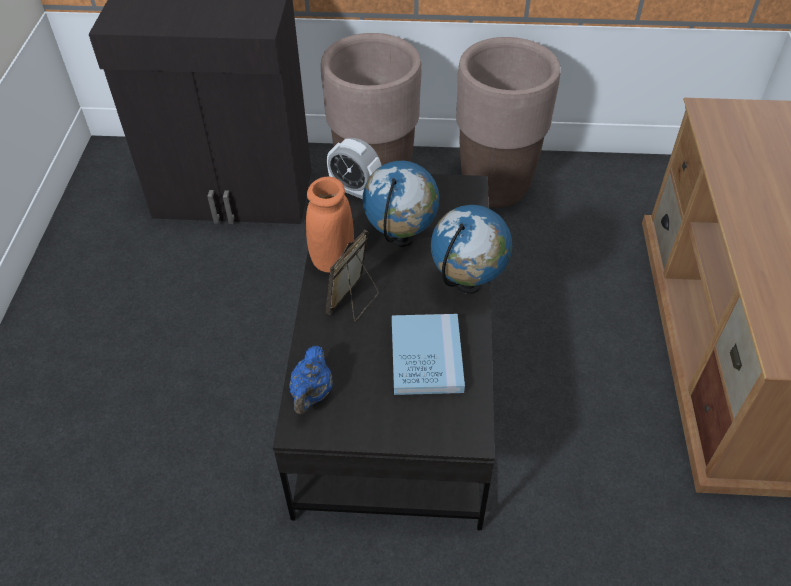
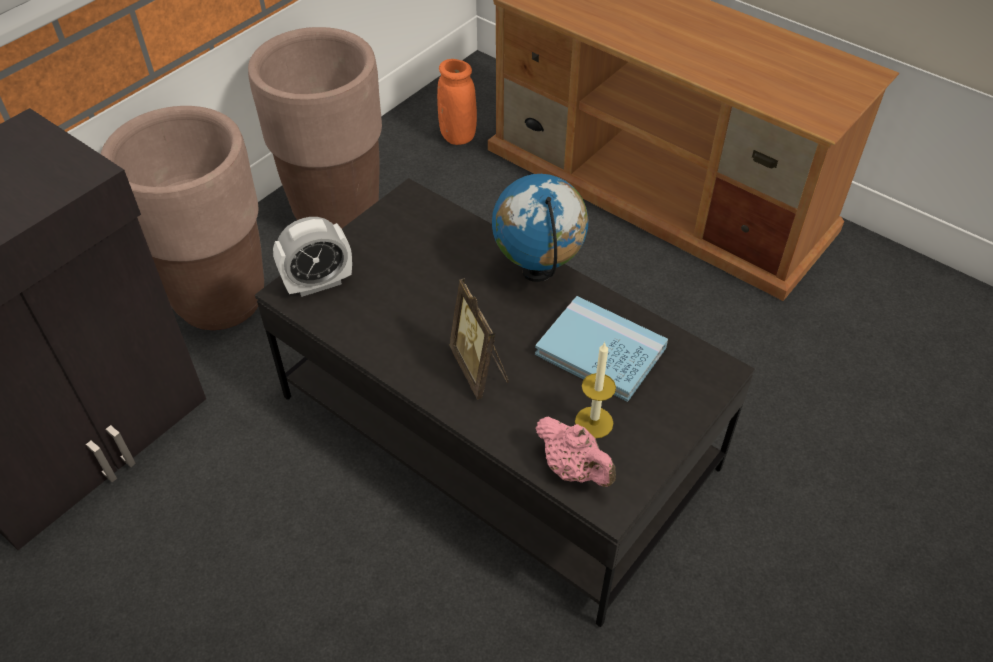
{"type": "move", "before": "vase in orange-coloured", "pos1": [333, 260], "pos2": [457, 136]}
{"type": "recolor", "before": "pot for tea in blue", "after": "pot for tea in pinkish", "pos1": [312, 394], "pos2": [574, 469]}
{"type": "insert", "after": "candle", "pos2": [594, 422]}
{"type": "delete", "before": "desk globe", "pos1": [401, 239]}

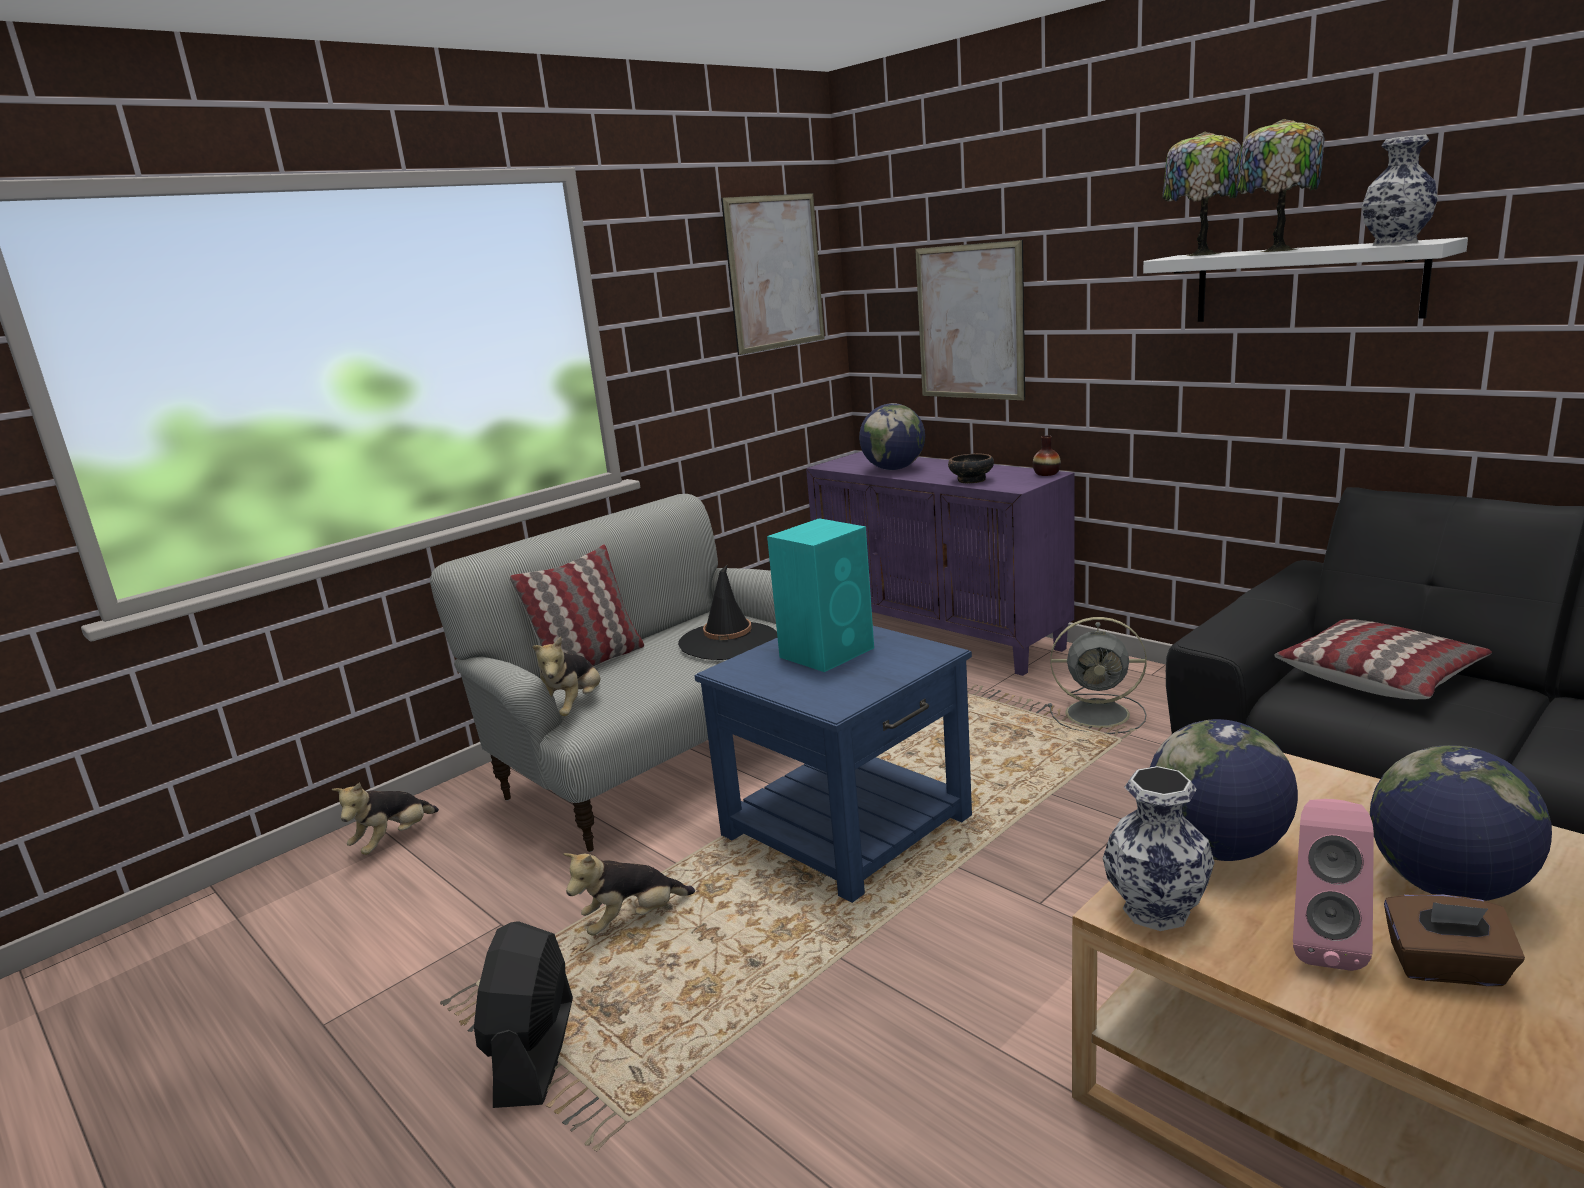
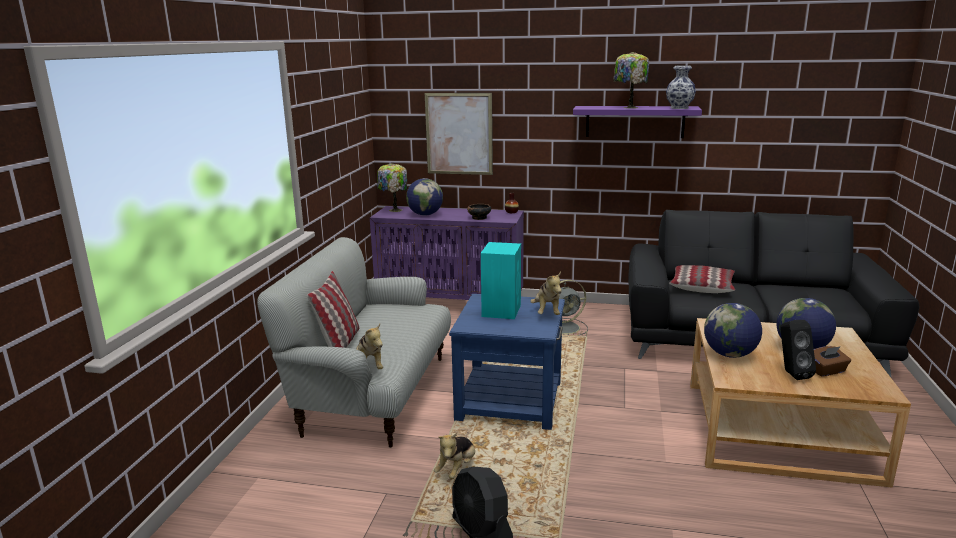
{"type": "move", "before": "table lamp", "pos1": [1199, 254], "pos2": [394, 210]}
{"type": "move", "before": "plush toy", "pos1": [393, 840], "pos2": [547, 312]}
{"type": "recolor", "before": "wall shelf in white", "after": "wall shelf in purple-coloured", "pos1": [1306, 283], "pos2": [634, 121]}
{"type": "recolor", "before": "speaker in pinkish", "after": "speaker in blackish", "pos1": [1323, 943], "pos2": [791, 374]}
{"type": "delete", "before": "hat in blackish", "pos1": [729, 642]}
{"type": "delete", "before": "wall picture", "pos1": [775, 272]}
{"type": "delete", "before": "vase", "pos1": [1157, 909]}

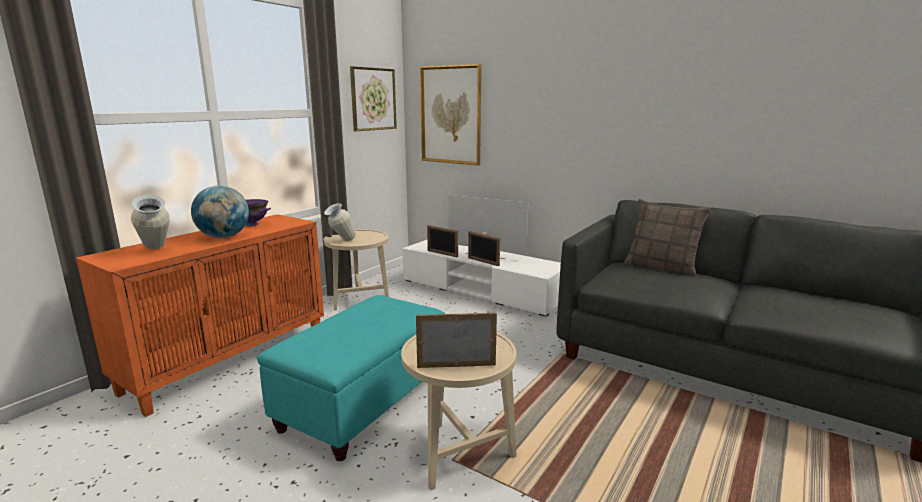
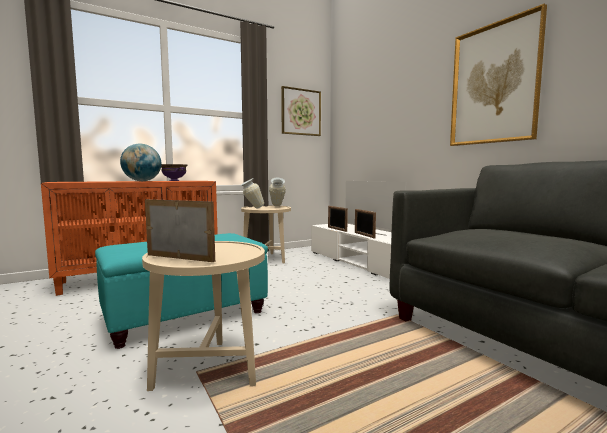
{"type": "move", "before": "vase", "pos1": [156, 251], "pos2": [277, 206]}
{"type": "move", "before": "wall picture", "pos1": [451, 115], "pos2": [494, 84]}
{"type": "delete", "before": "cushion", "pos1": [662, 267]}

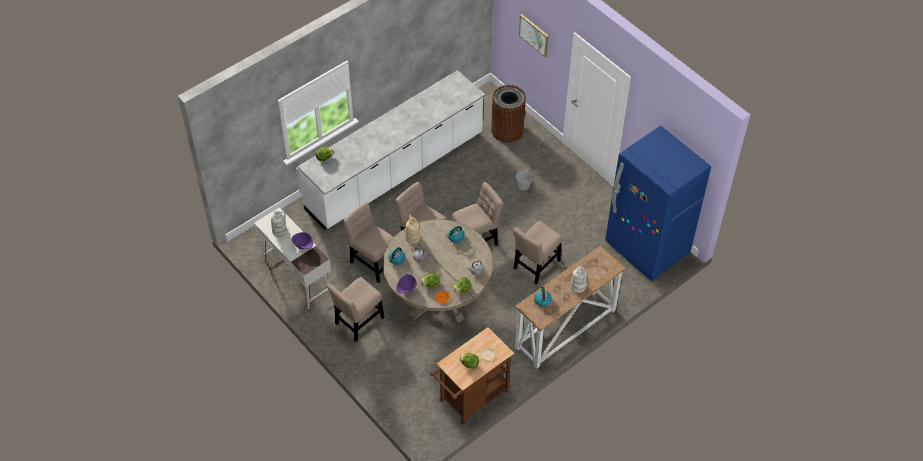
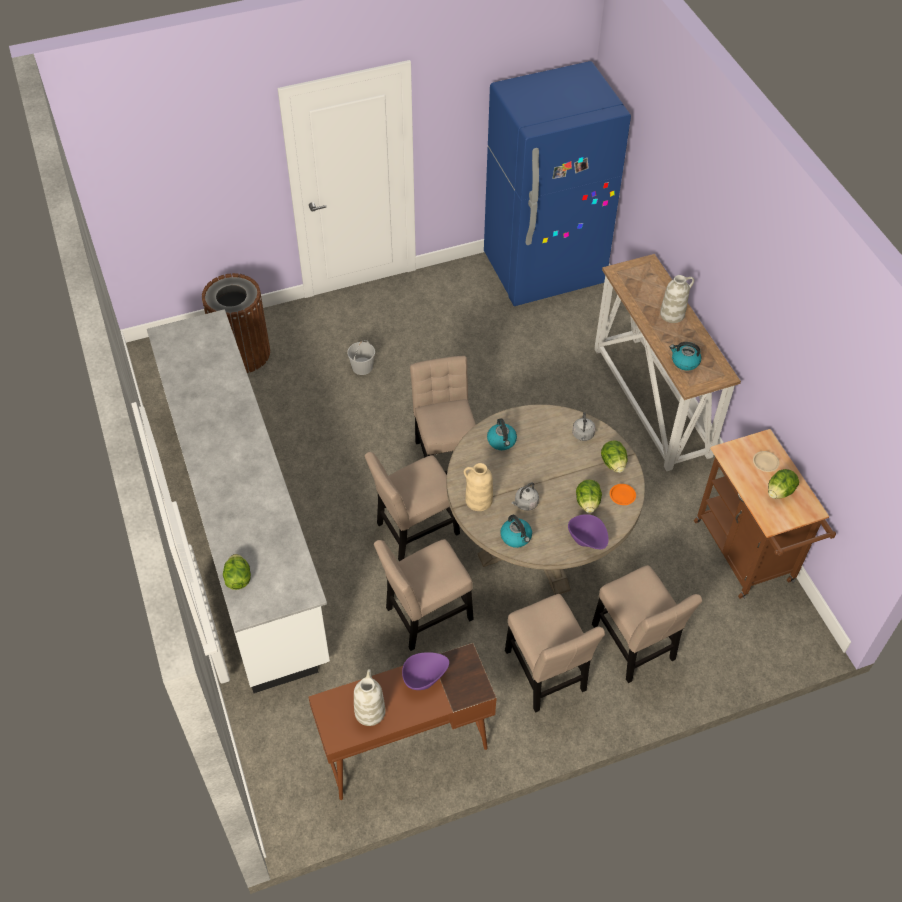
{"type": "recolor", "before": "desk unit in white", "after": "desk unit in brown", "pos1": [296, 276], "pos2": [404, 748]}
{"type": "move", "before": "chair in beige", "pos1": [535, 266], "pos2": [635, 646]}
{"type": "delete", "before": "wall picture", "pos1": [534, 35]}

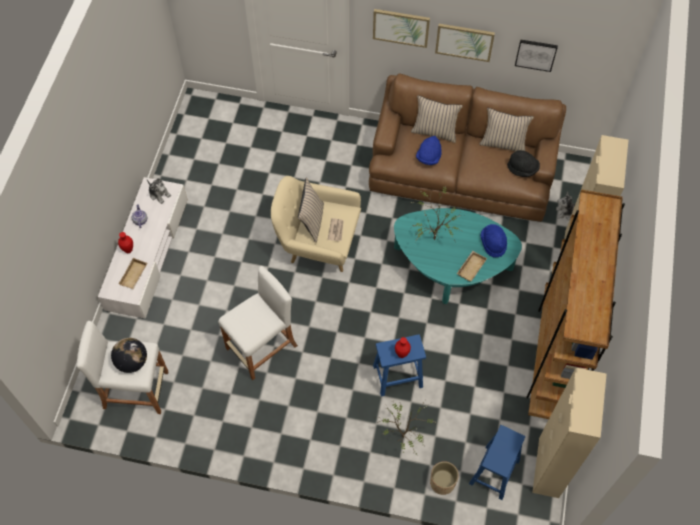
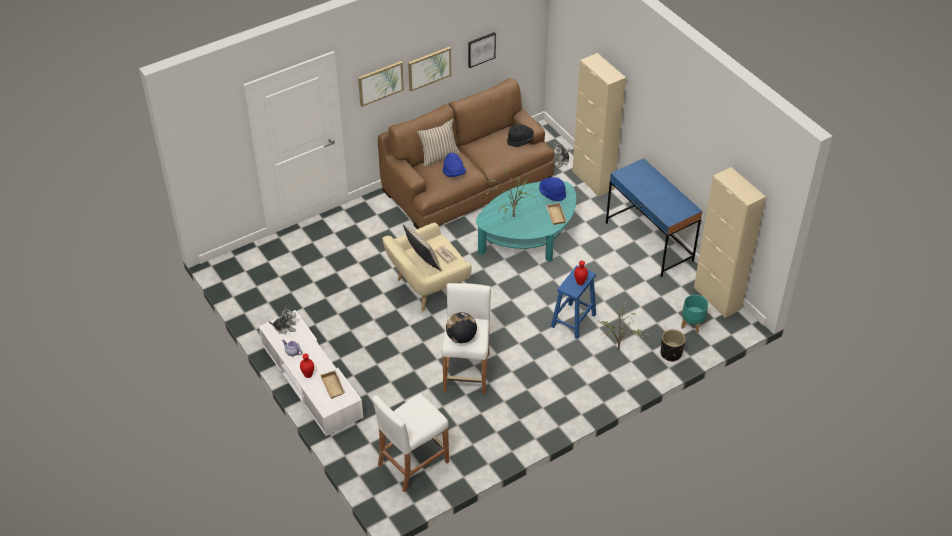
{"type": "move", "before": "desk globe", "pos1": [132, 362], "pos2": [461, 338]}
{"type": "replace", "before": "bookcase in brown", "after": "desk unit in blue", "pos1": [552, 357], "pos2": [649, 242]}
{"type": "recolor", "before": "flower pot in beige", "after": "flower pot in blackish", "pos1": [442, 483], "pos2": [671, 354]}
{"type": "replace", "before": "stool seat in blue", "after": "flower pot in turquoise", "pos1": [494, 473], "pos2": [692, 325]}
{"type": "delete", "before": "cushion in beige", "pos1": [503, 143]}

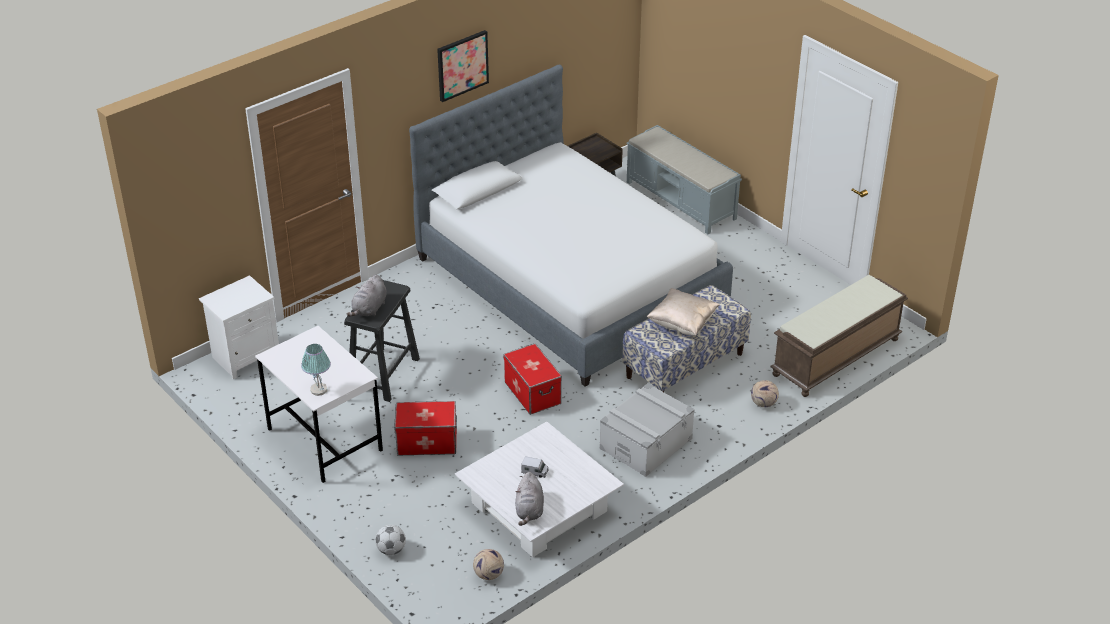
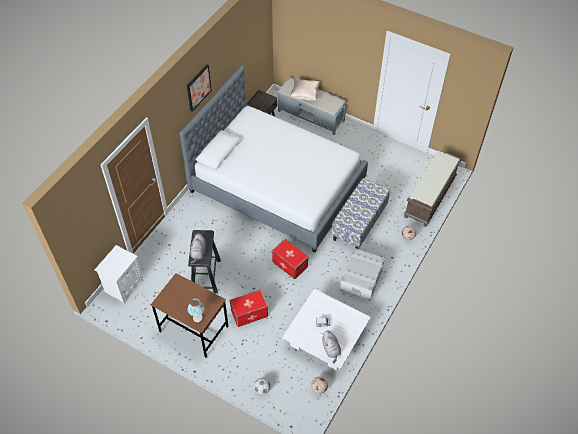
{"type": "recolor", "before": "desk unit in white", "after": "desk unit in brown", "pos1": [324, 440], "pos2": [193, 329]}
{"type": "move", "before": "cushion in beige", "pos1": [682, 324], "pos2": [304, 95]}

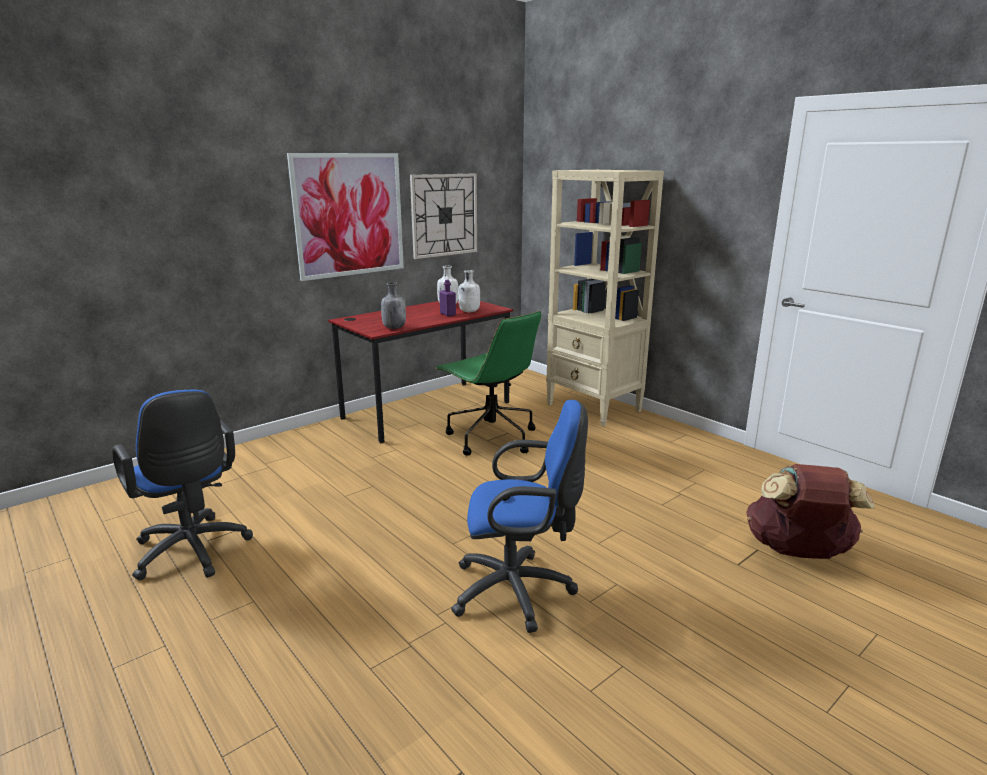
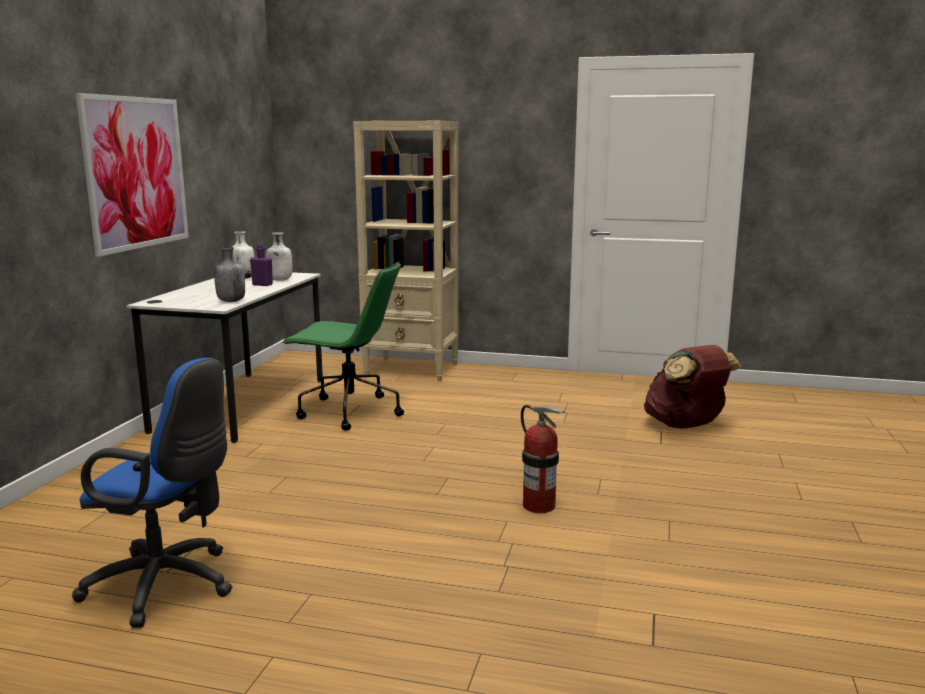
{"type": "recolor", "before": "desk unit in red-coloured", "after": "desk unit in white", "pos1": [427, 410], "pos2": [242, 404]}
{"type": "replace", "before": "computer chair in blue", "after": "fire-fighting cylinder", "pos1": [519, 591], "pos2": [539, 505]}
{"type": "delete", "before": "hanging clock", "pos1": [444, 215]}

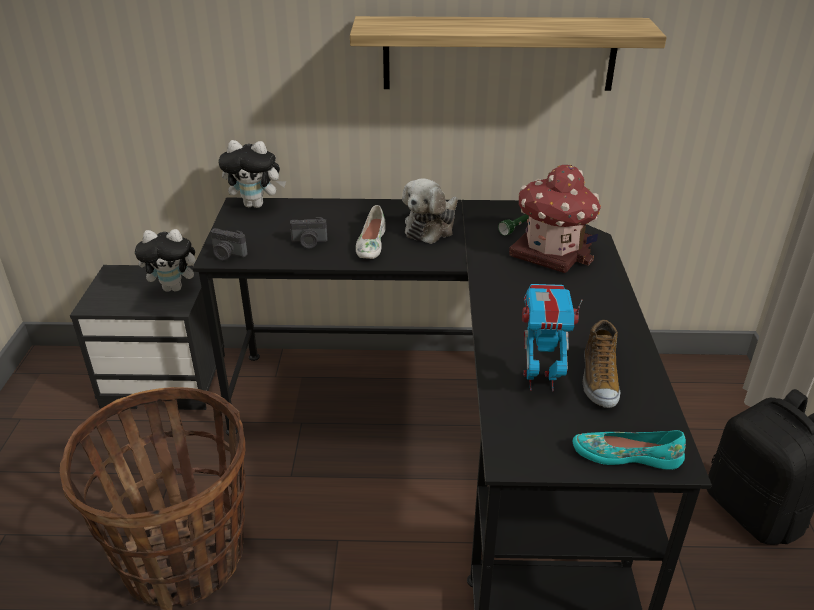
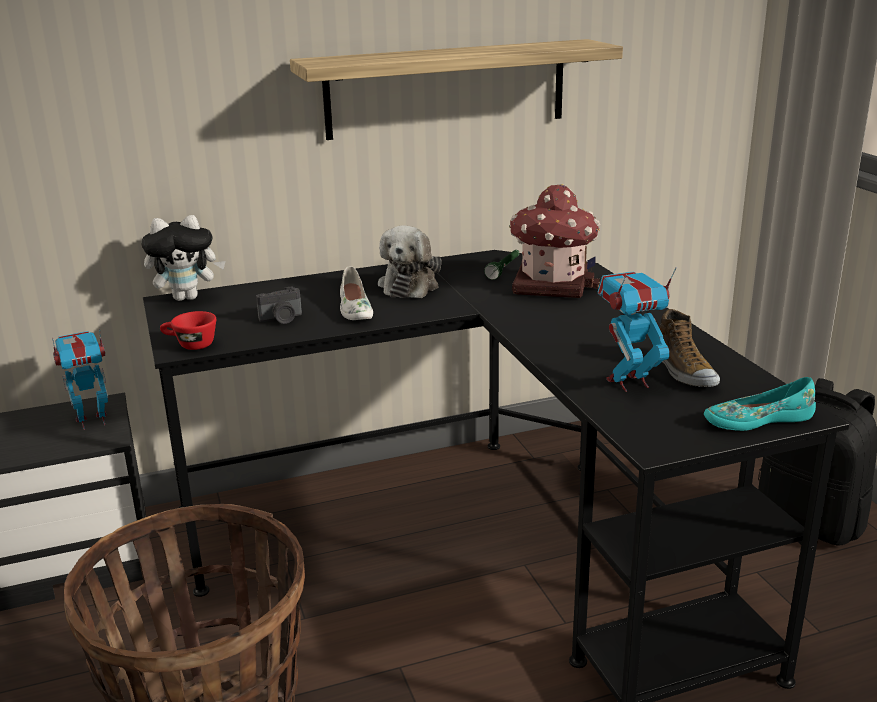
{"type": "replace", "before": "plush toy", "after": "model robot", "pos1": [175, 287], "pos2": [92, 421]}
{"type": "replace", "before": "photo camera", "after": "cup in red-coloured", "pos1": [227, 255], "pos2": [190, 345]}

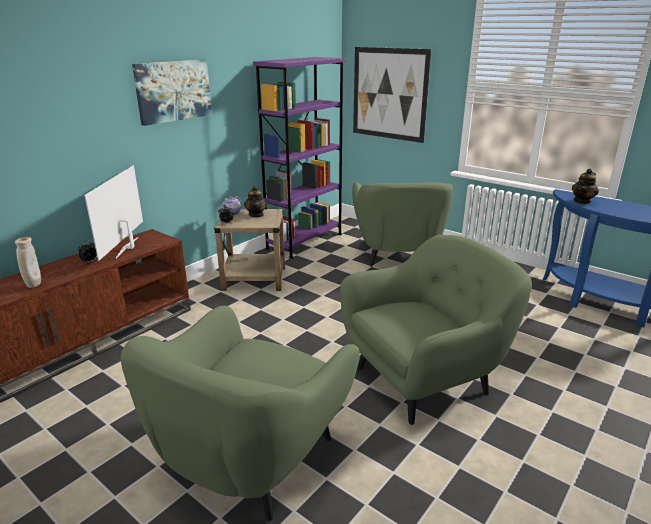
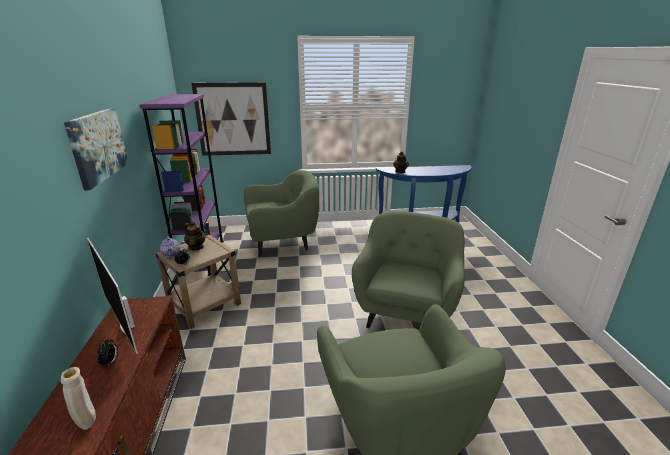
{"type": "rotate", "before": "easy chair in greenish", "pos1": [397, 254], "pos2": [282, 241], "turn": -60}

